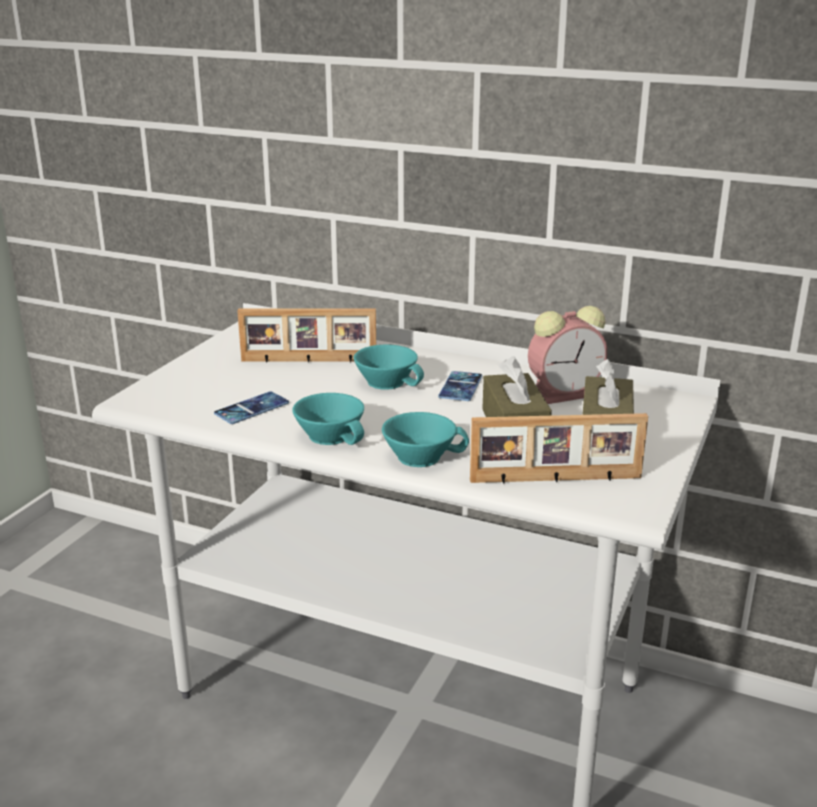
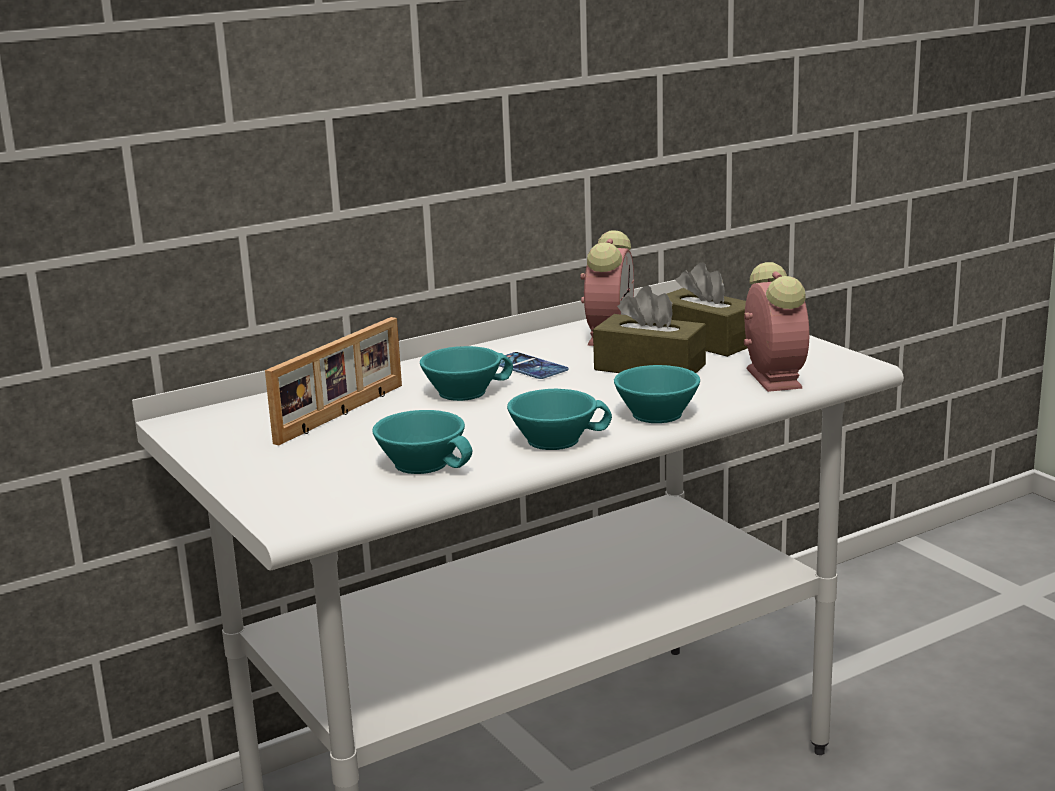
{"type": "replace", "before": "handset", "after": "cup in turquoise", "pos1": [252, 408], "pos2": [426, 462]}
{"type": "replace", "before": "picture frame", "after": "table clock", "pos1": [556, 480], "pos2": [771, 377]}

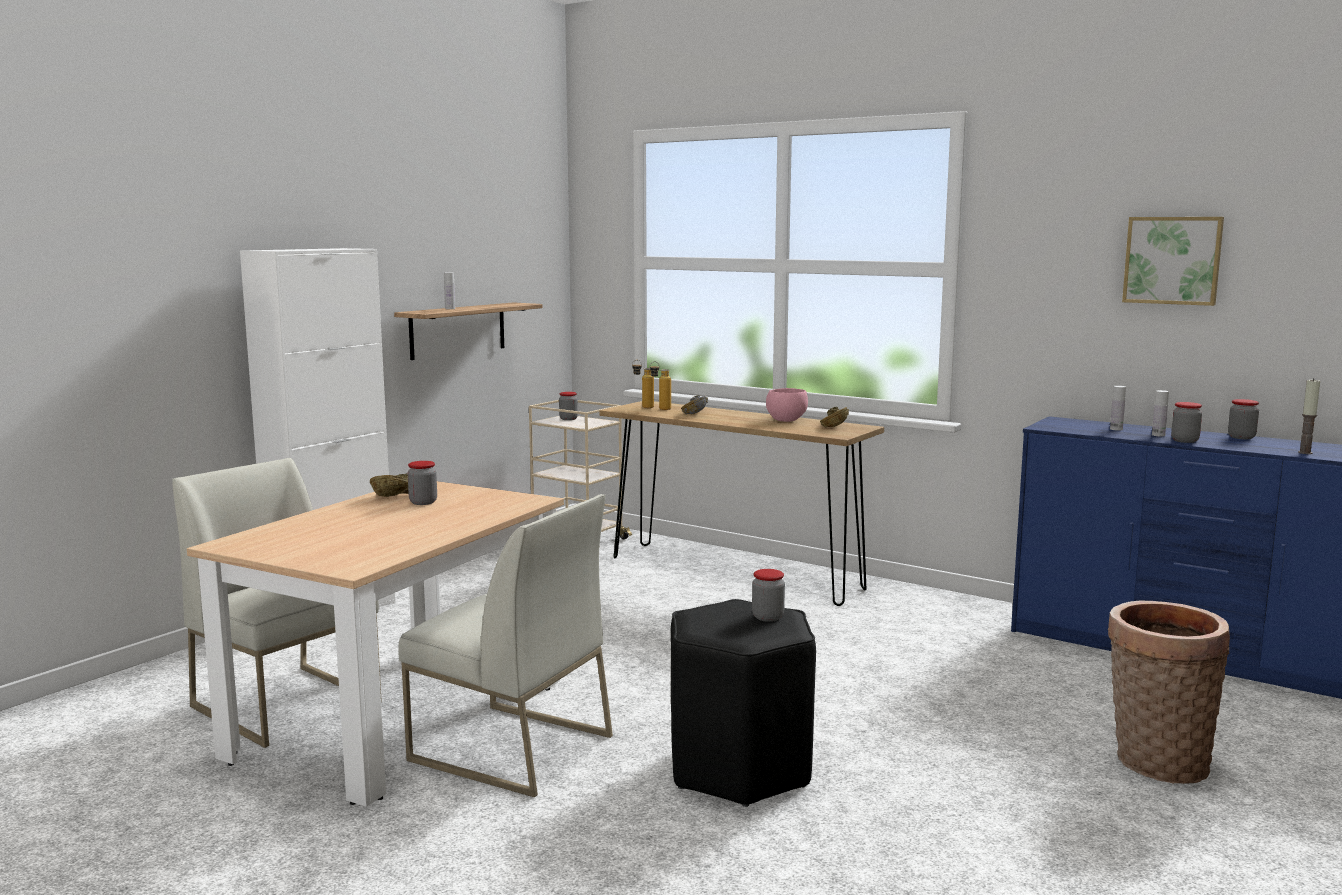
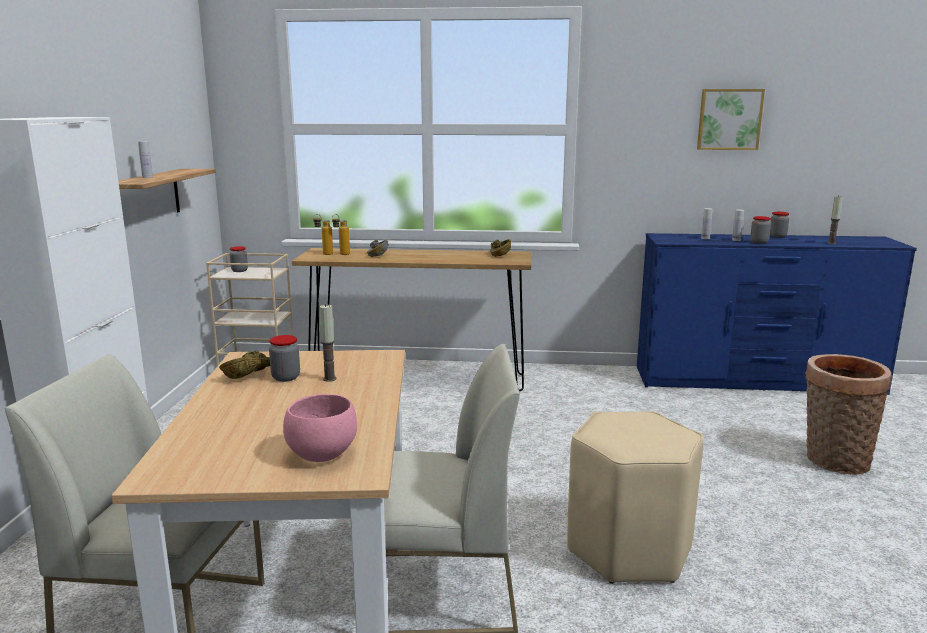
{"type": "move", "before": "deep dish in pinkish", "pos1": [785, 420], "pos2": [320, 455]}
{"type": "insert", "after": "candle", "pos2": [329, 379]}
{"type": "recolor", "before": "stool seat in blackish", "after": "stool seat in beige", "pos1": [738, 770], "pos2": [629, 551]}
{"type": "delete", "before": "preserve jar", "pos1": [767, 617]}

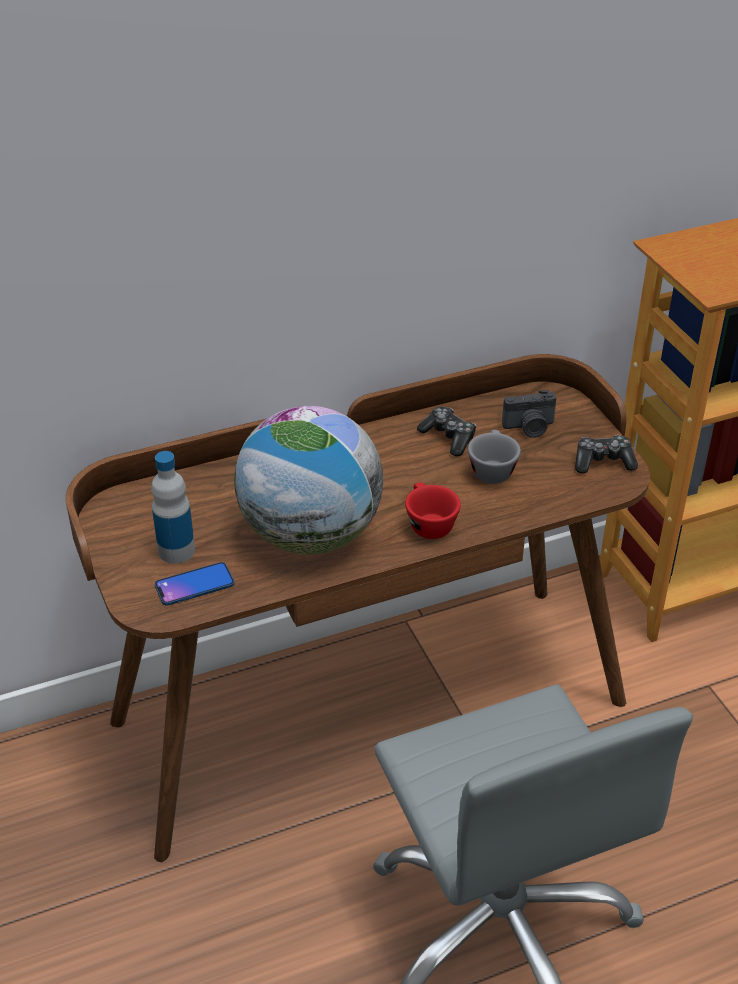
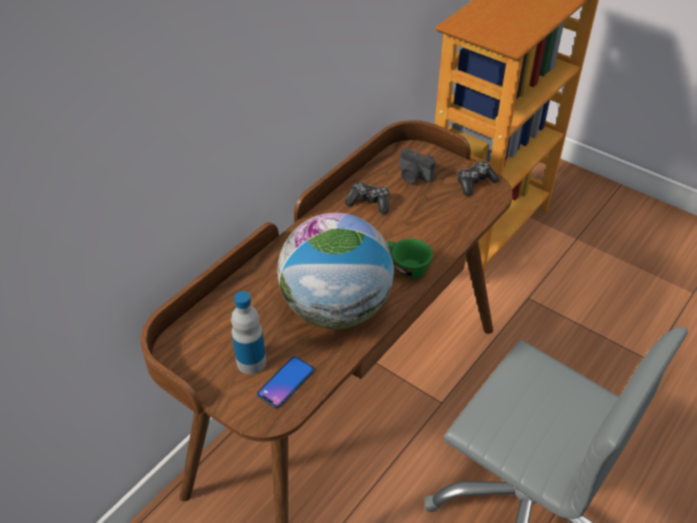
{"type": "recolor", "before": "cup in red-coloured", "after": "cup in greenish", "pos1": [428, 523], "pos2": [405, 268]}
{"type": "rotate", "before": "photo camera", "pos1": [529, 428], "pos2": [413, 176], "turn": 75}
{"type": "delete", "before": "cup in gray", "pos1": [491, 469]}

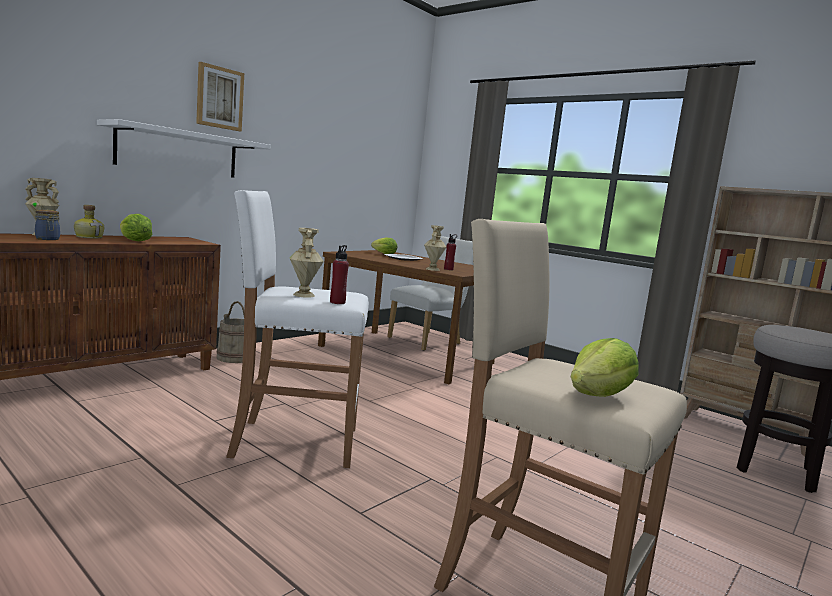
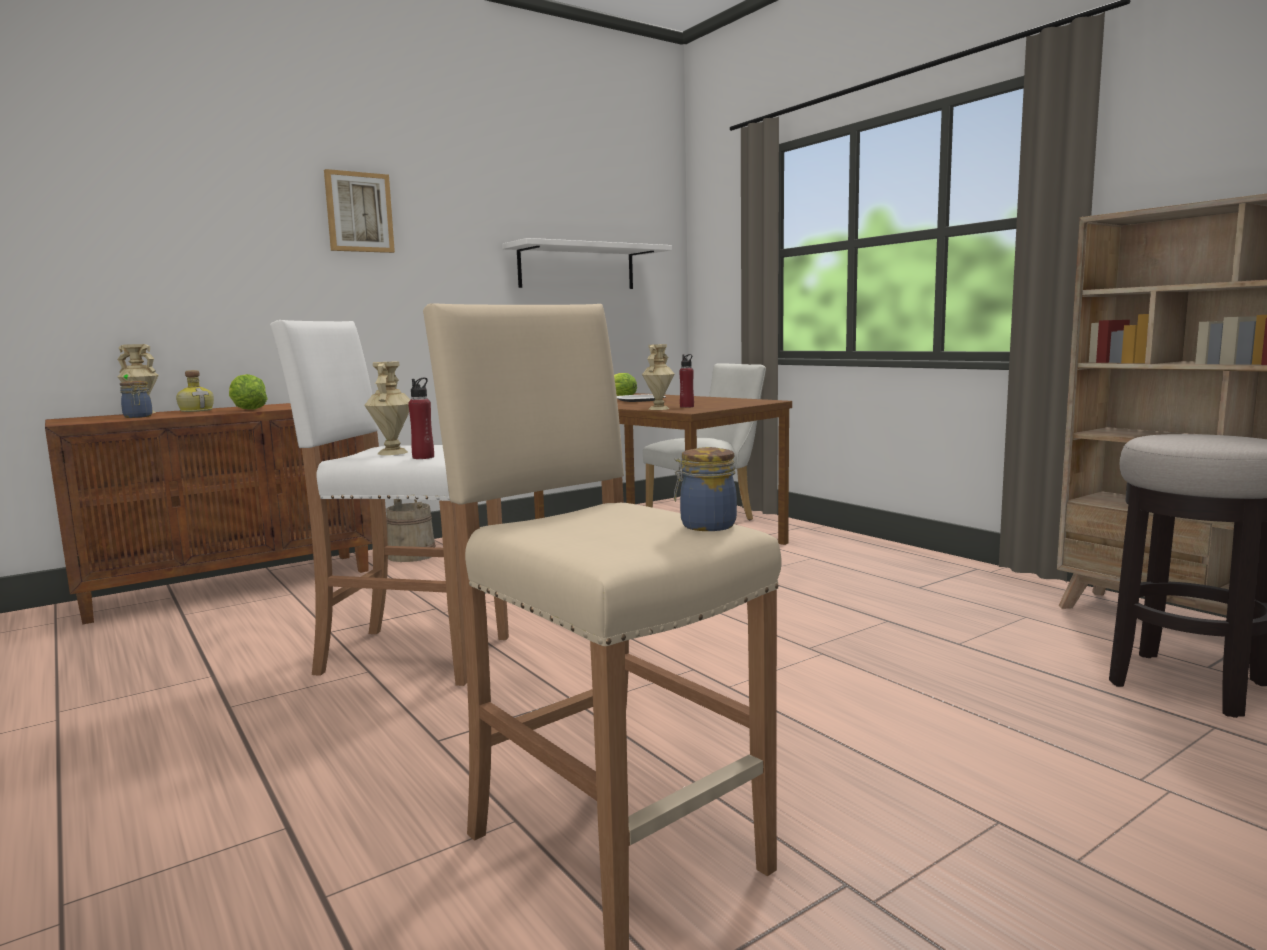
{"type": "move", "before": "wall shelf in white", "pos1": [178, 152], "pos2": [577, 267]}
{"type": "insert", "after": "preserve jar", "pos2": [705, 526]}
{"type": "delete", "before": "head of lettuce", "pos1": [599, 396]}

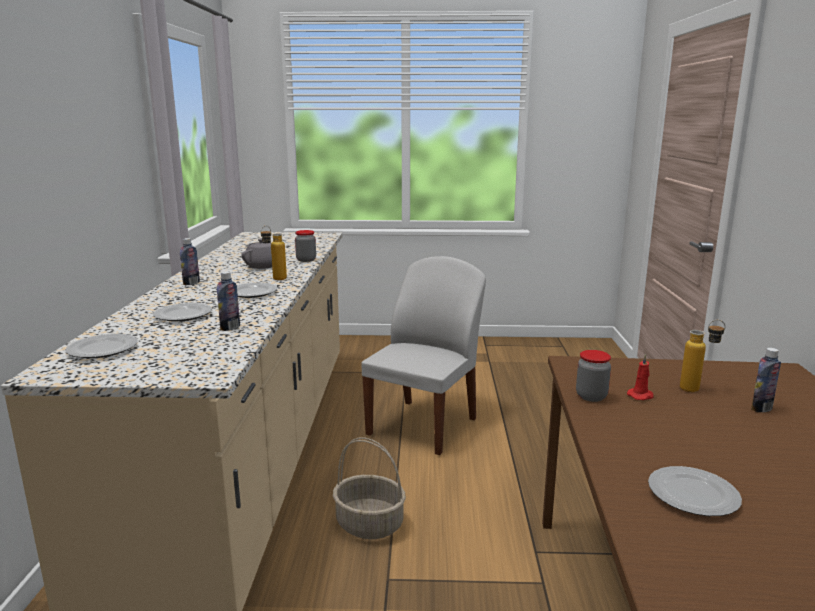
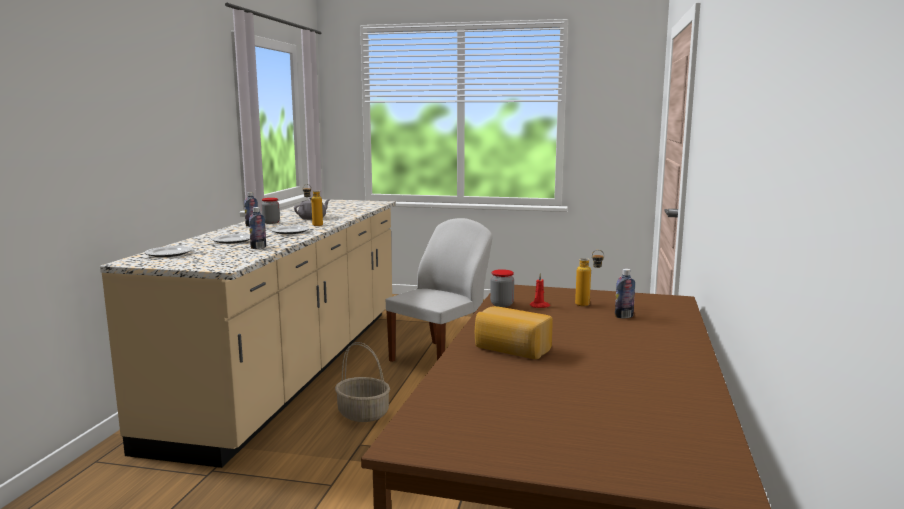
{"type": "move", "before": "preserve jar", "pos1": [306, 260], "pos2": [271, 222]}
{"type": "replace", "before": "flat dish", "after": "bread", "pos1": [692, 495], "pos2": [511, 350]}

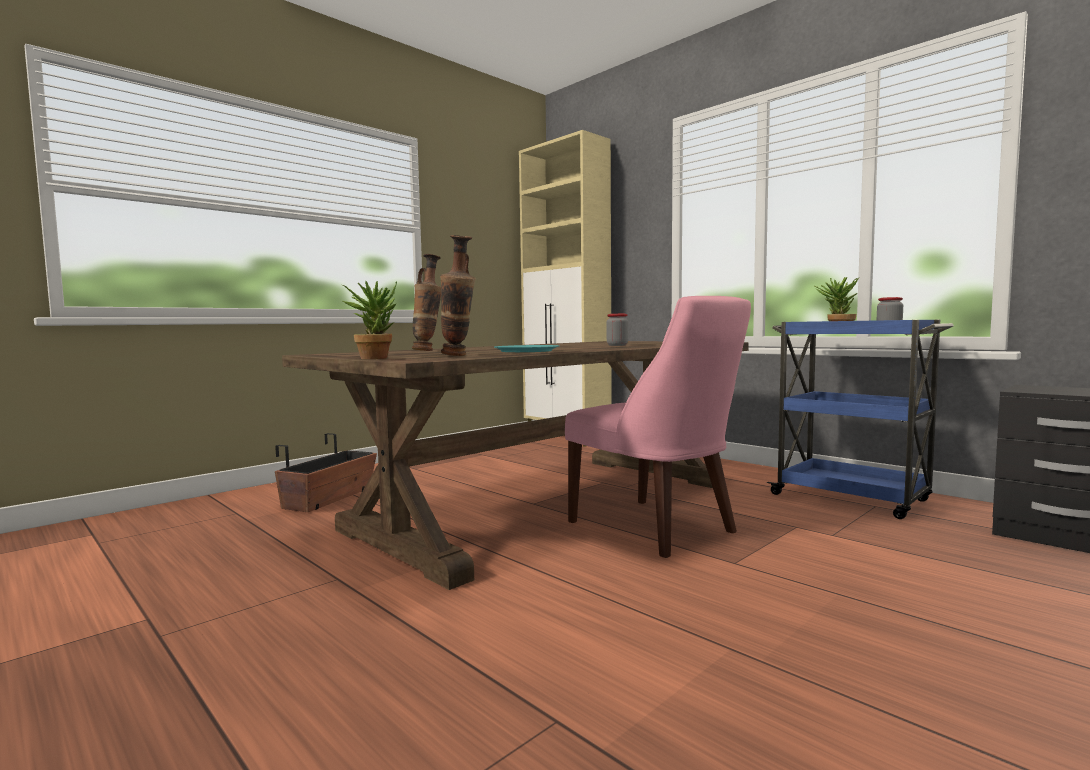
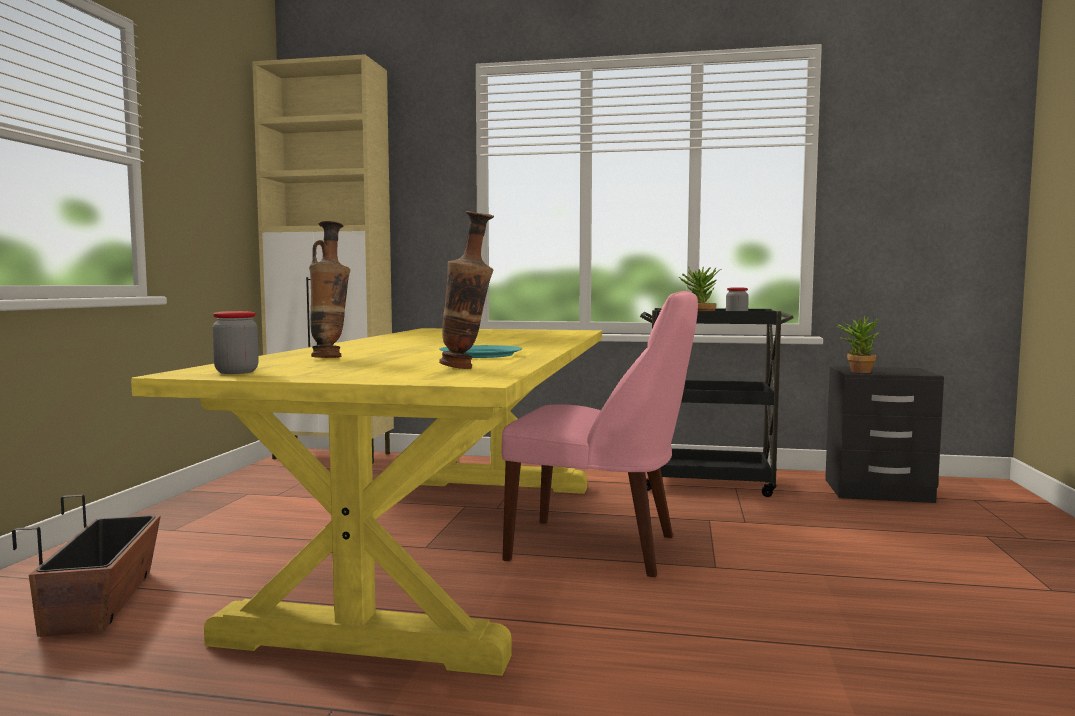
{"type": "recolor", "before": "dining table in brown", "after": "dining table in yellowish", "pos1": [550, 505], "pos2": [450, 545]}
{"type": "move", "before": "preserve jar", "pos1": [617, 345], "pos2": [236, 372]}
{"type": "recolor", "before": "cart in blue", "after": "cart in blackish", "pos1": [852, 498], "pos2": [710, 483]}
{"type": "move", "before": "potted plant", "pos1": [375, 358], "pos2": [856, 371]}

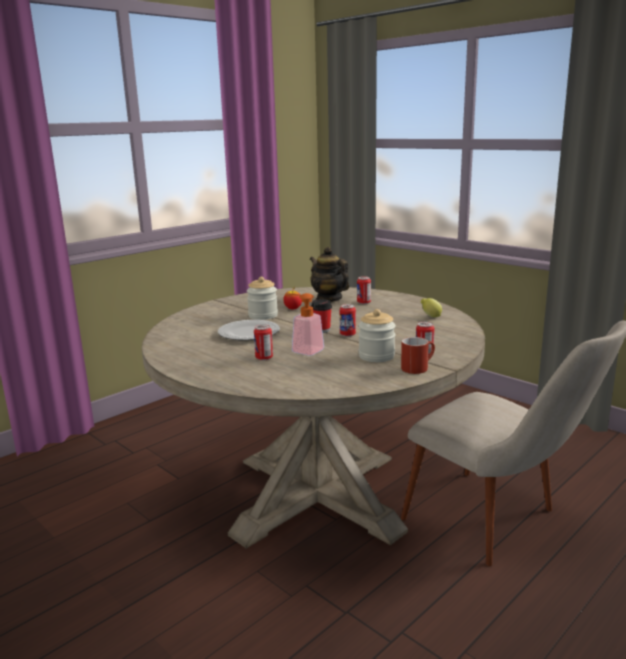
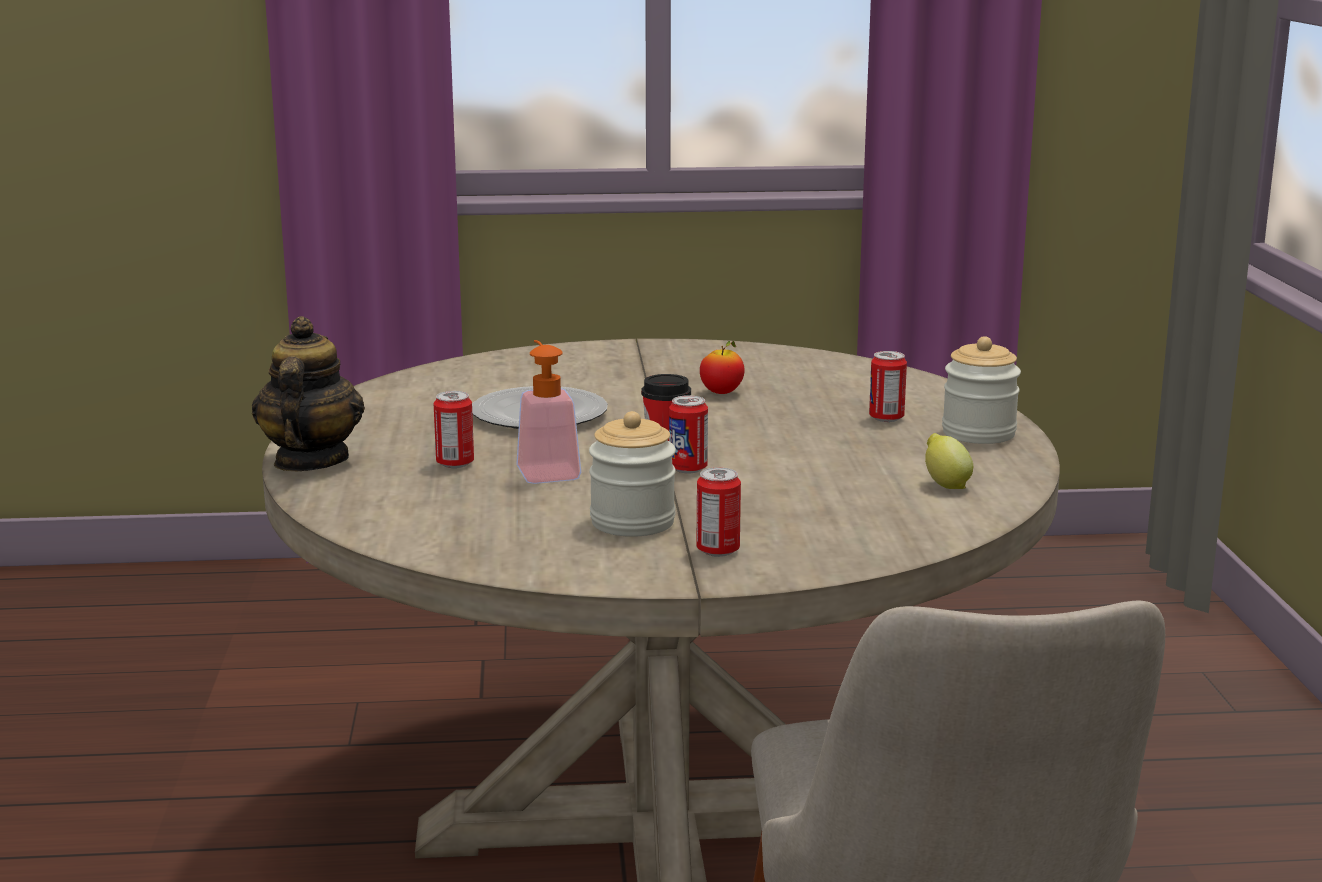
{"type": "move", "before": "pot for tea", "pos1": [329, 299], "pos2": [310, 461]}
{"type": "move", "before": "preserve jar", "pos1": [263, 315], "pos2": [978, 433]}
{"type": "delete", "before": "mug in red-coloured", "pos1": [418, 367]}

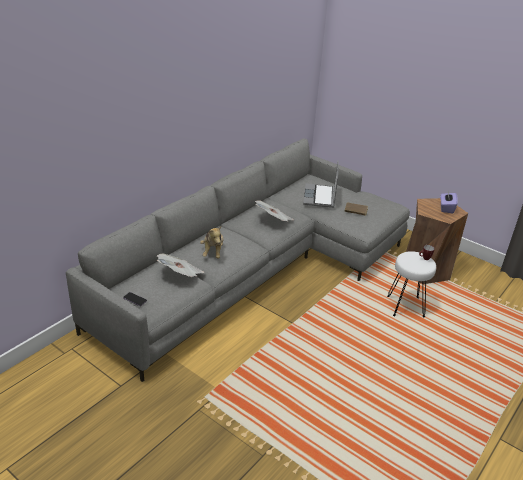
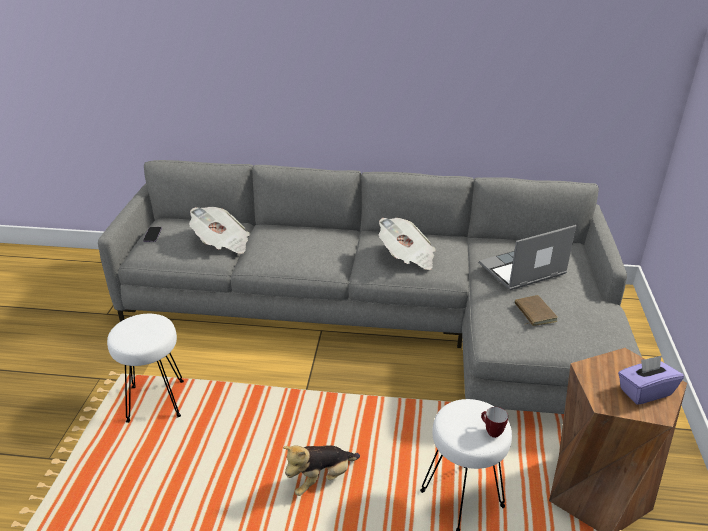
{"type": "insert", "after": "stool seat in white", "pos2": [157, 401]}
{"type": "move", "before": "plush toy", "pos1": [213, 252], "pos2": [321, 479]}

